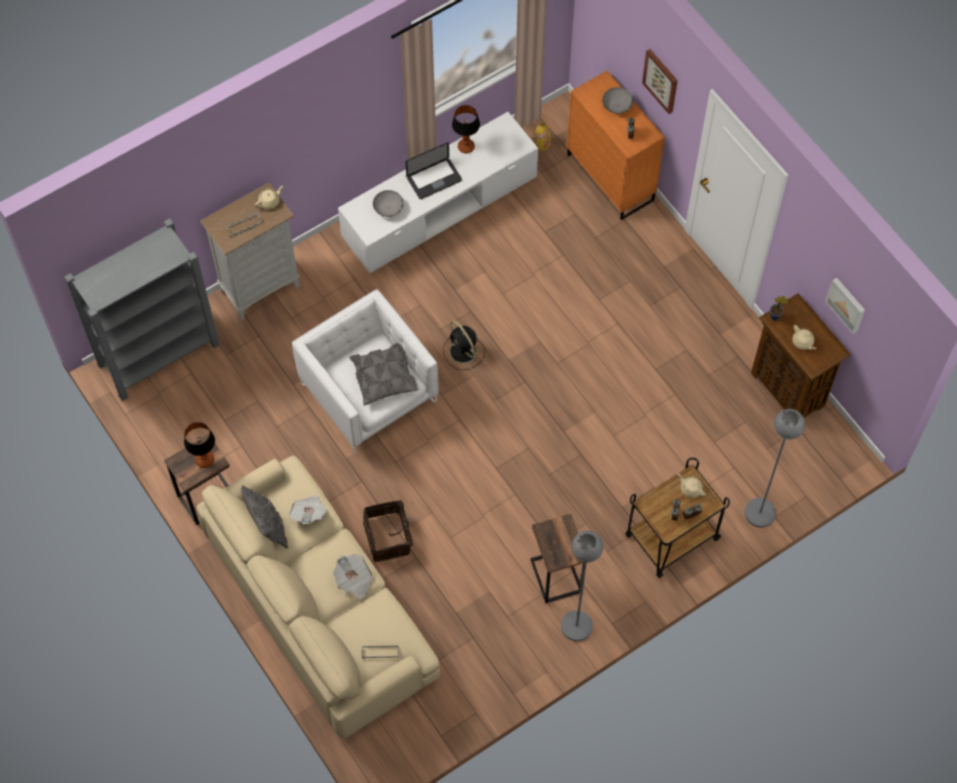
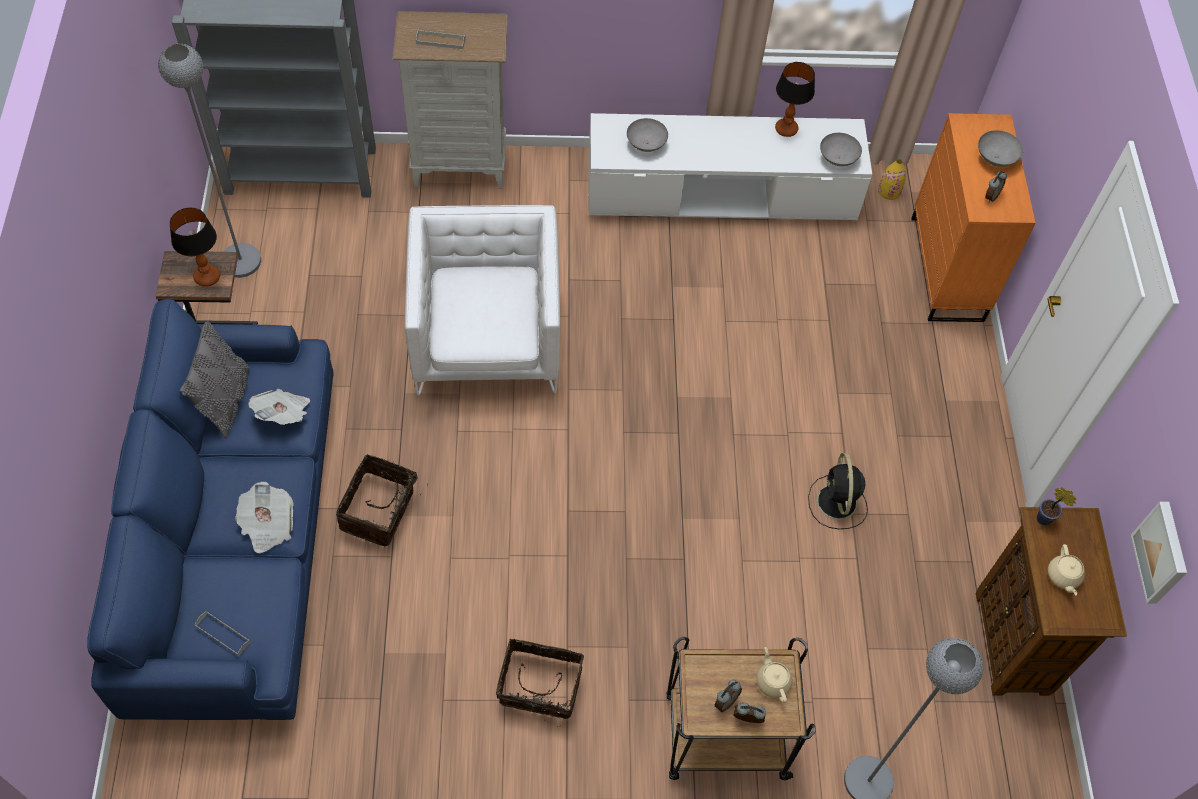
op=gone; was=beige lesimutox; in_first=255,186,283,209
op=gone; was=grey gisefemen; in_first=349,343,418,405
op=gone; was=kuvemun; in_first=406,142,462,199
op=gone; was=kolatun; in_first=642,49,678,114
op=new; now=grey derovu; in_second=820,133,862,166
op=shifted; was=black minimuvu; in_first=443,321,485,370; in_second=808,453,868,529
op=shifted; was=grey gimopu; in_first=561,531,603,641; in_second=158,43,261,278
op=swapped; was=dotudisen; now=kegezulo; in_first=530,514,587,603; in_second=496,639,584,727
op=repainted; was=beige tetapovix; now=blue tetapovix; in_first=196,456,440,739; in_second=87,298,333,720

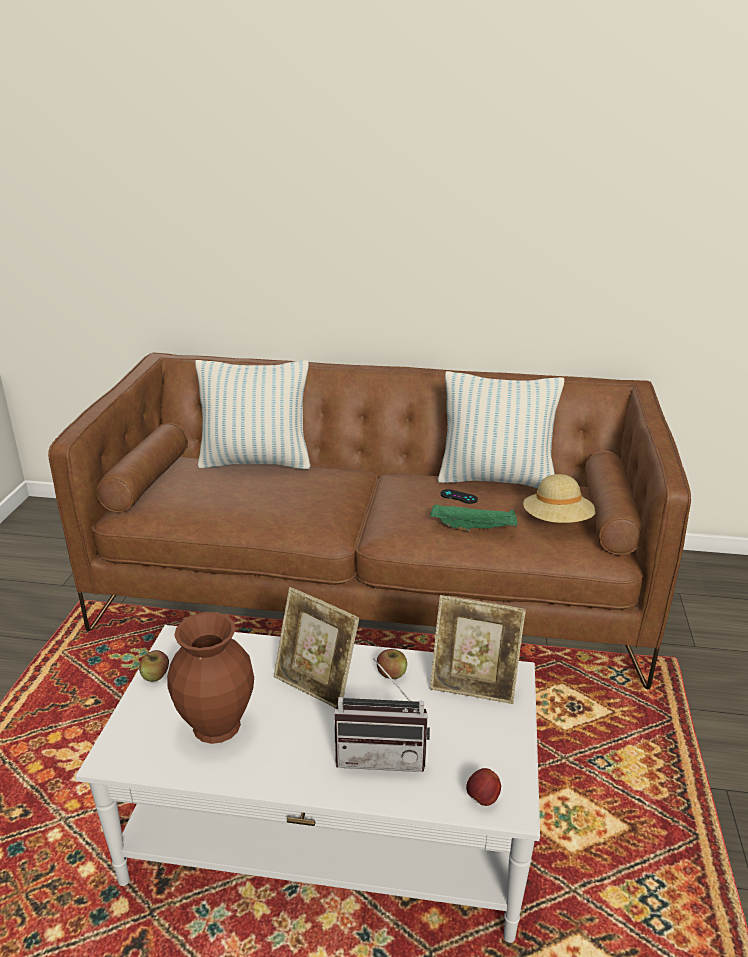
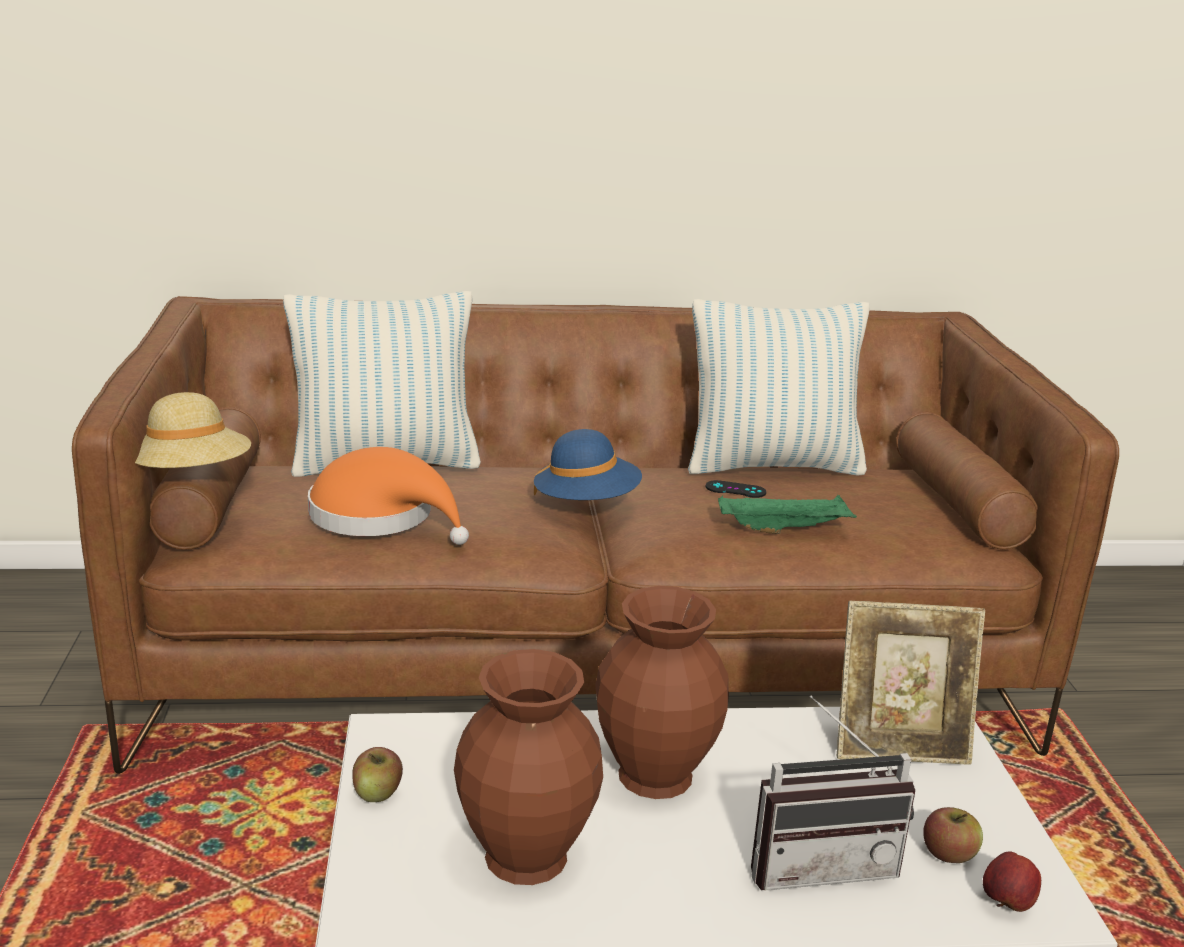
op=new; now=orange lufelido; in_second=308,447,469,545
op=new; now=blue lufelido; in_second=534,429,642,500
op=shifted; was=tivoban; in_first=377,649,407,679; in_second=923,807,983,863
op=shifted; was=beige lufelido; in_first=523,474,596,523; in_second=135,392,251,468
op=swapped; was=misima; now=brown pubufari; in_first=274,587,359,708; in_second=595,586,729,799

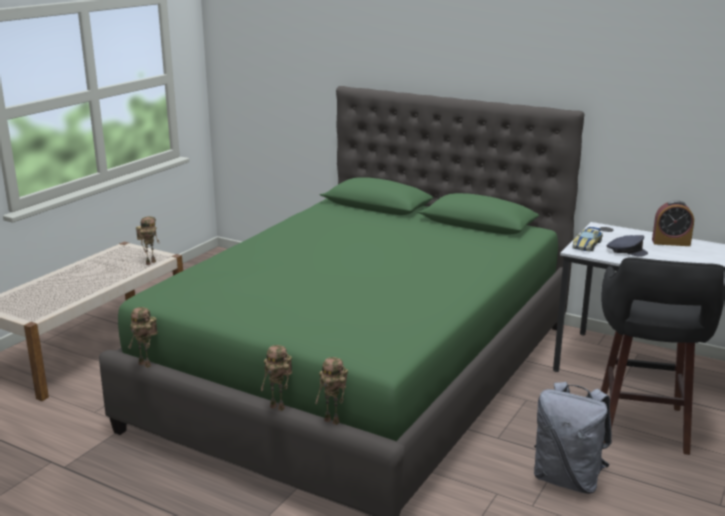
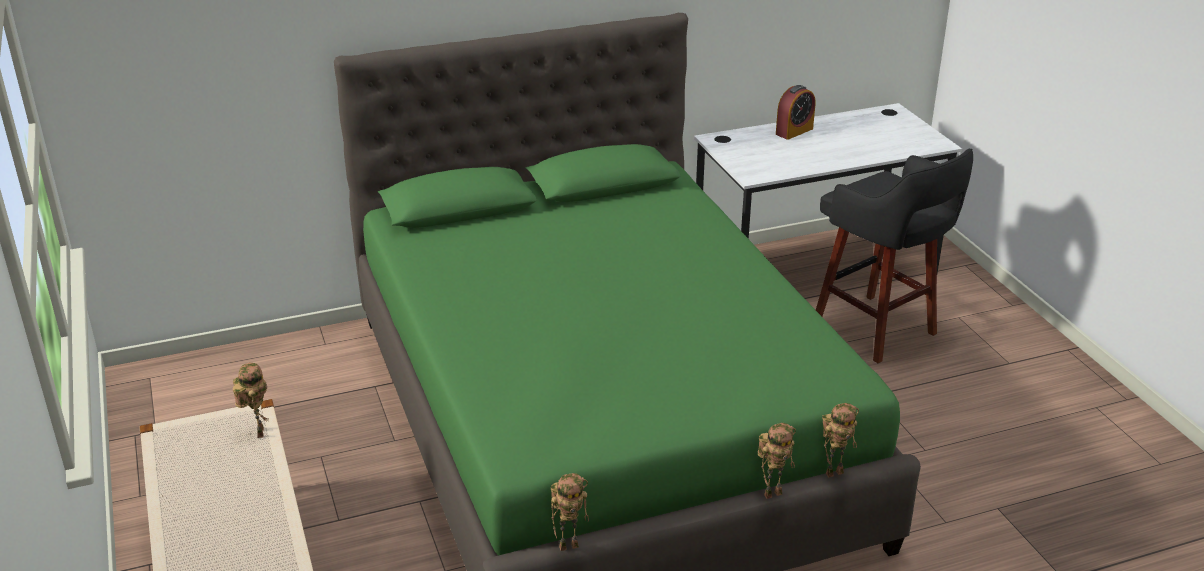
op=gone; was=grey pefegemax; in_first=534,382,612,494
op=gone; was=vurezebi; in_first=573,227,603,251
op=gone; was=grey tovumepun; in_first=607,235,648,257

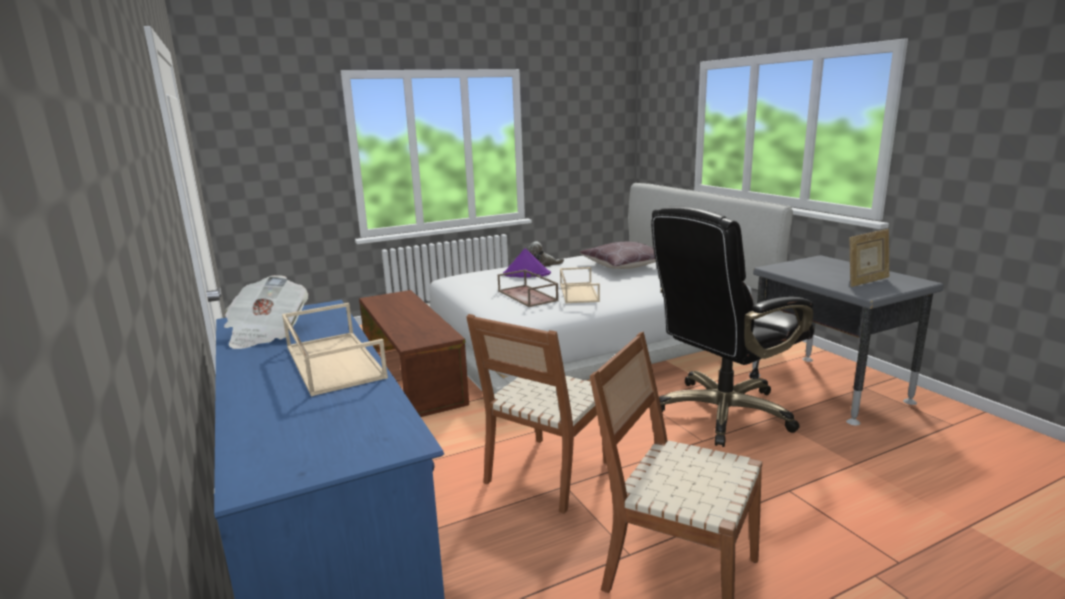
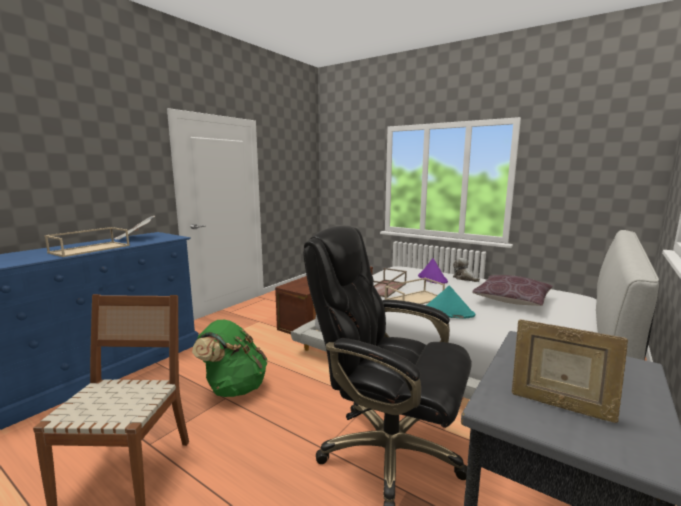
op=new; now=turquoise lufelido; in_second=426,286,475,319
op=swapped; was=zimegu; now=green pefegemax; in_first=466,314,607,514; in_second=192,319,268,397

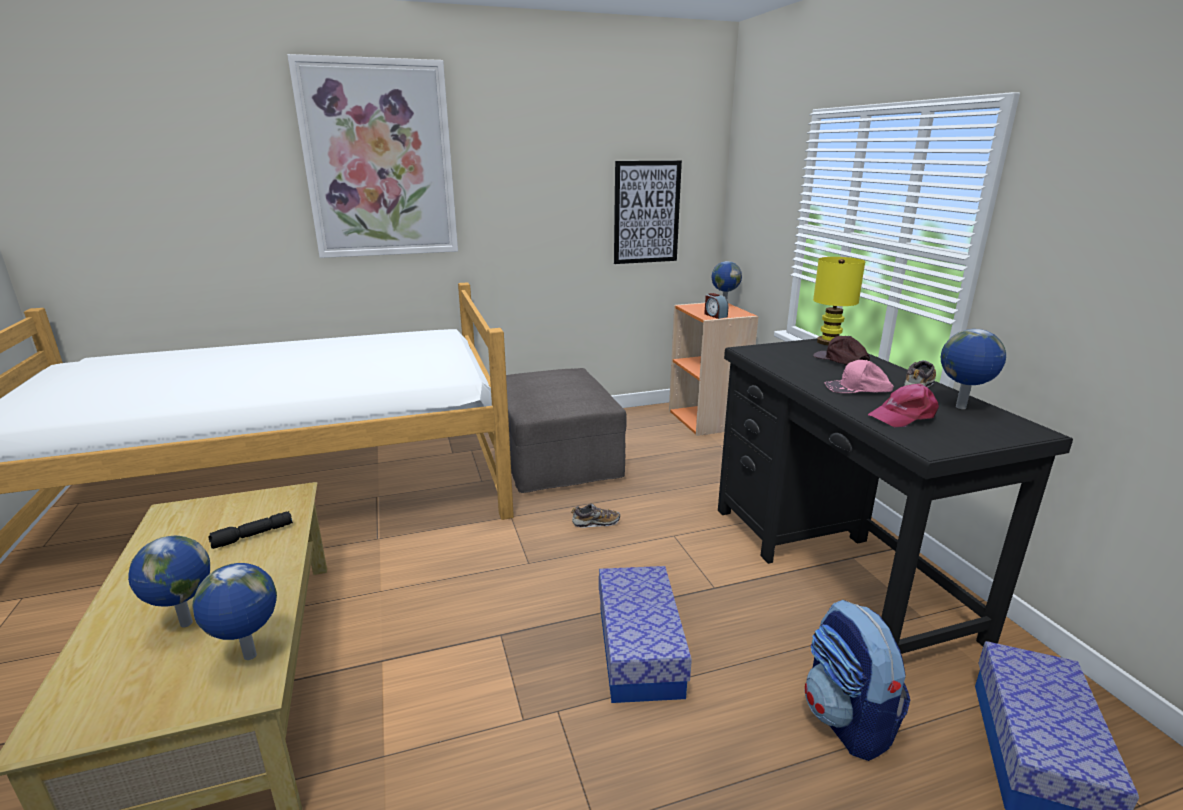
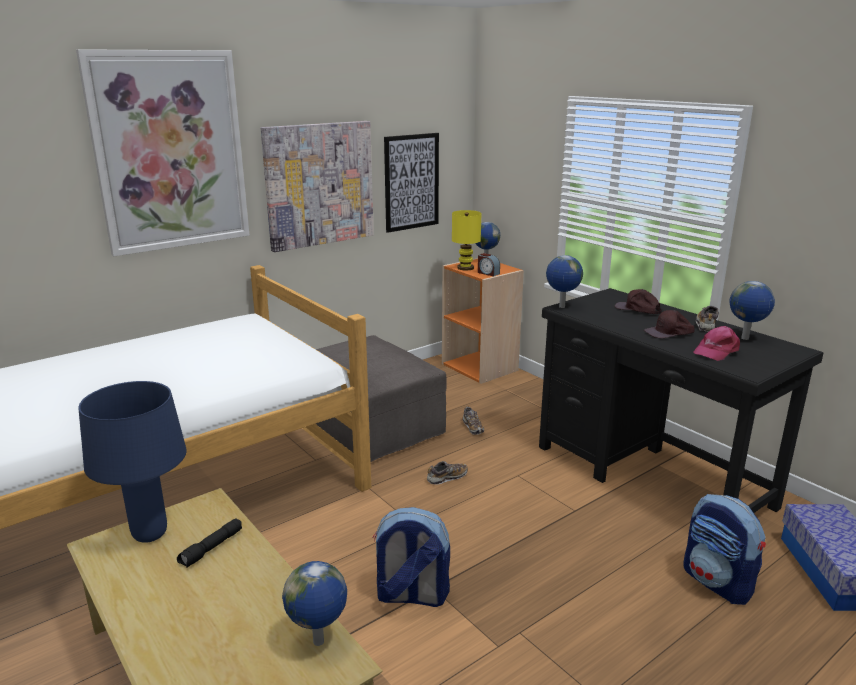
op=gone; was=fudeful; in_first=599,566,692,703
op=new; now=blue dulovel; in_second=78,381,187,543
op=new; now=kolatun; in_second=261,121,374,252
op=new; now=pefegemax; in_second=372,507,450,607
op=new; now=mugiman; in_second=463,406,484,435
op=shifted; was=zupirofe; in_first=128,536,210,628; in_second=546,255,583,308
op=shifted; was=yellow dulovel; in_first=813,257,865,345; in_second=452,210,482,271
op=repainted; was=pink tovumepun; now=brown tovumepun; in_first=825,360,894,393; in_second=644,310,695,338

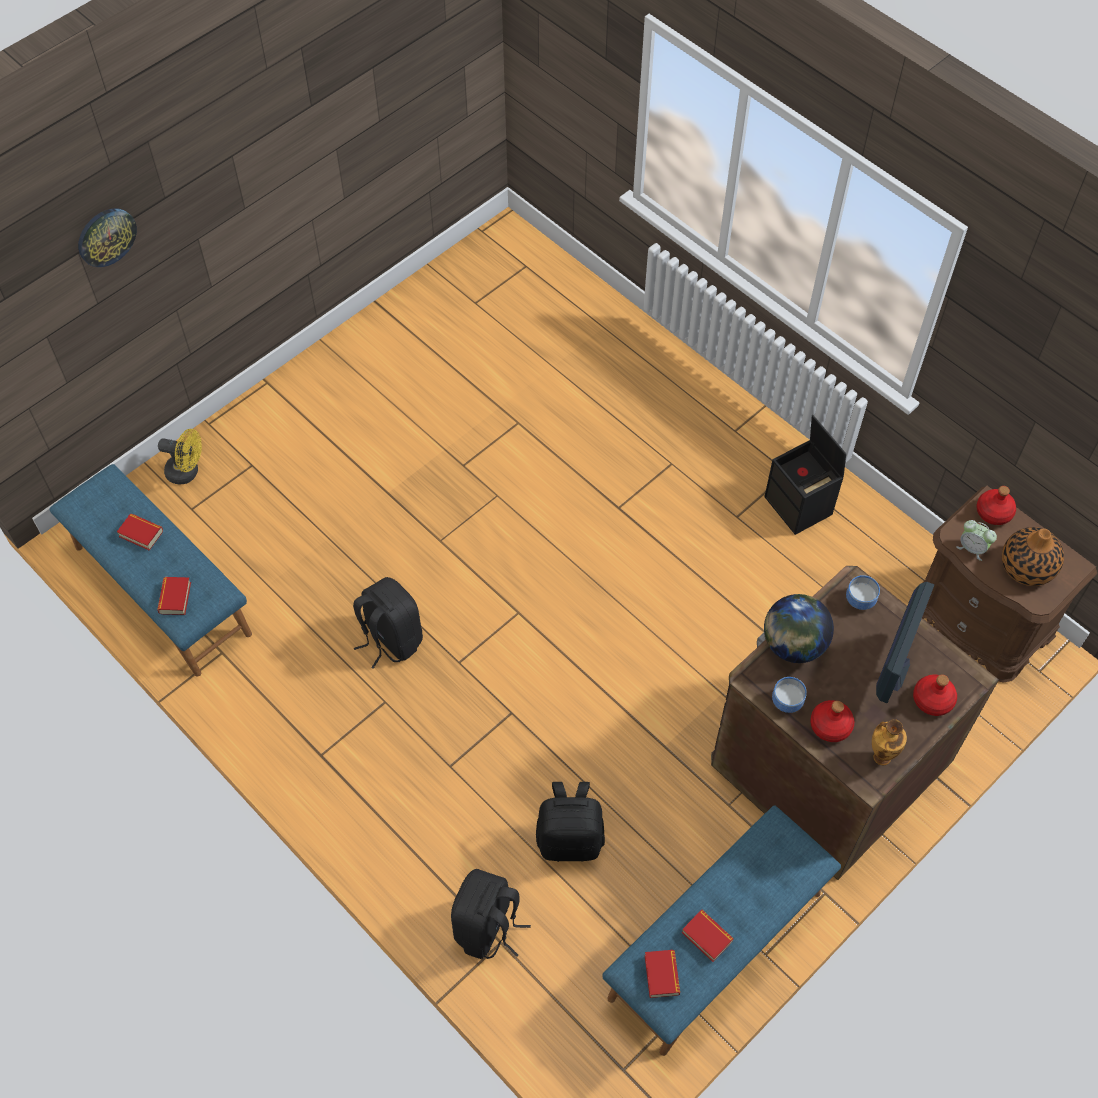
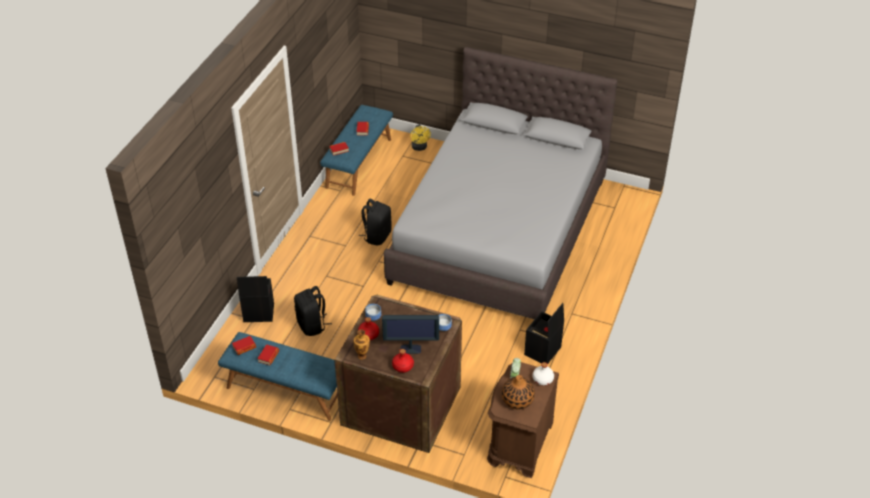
op=gone; was=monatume; in_first=78,209,137,267
op=gone; was=zupirofe; in_first=764,594,834,663
op=new; now=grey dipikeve; in_second=384,47,617,319
op=swapped; was=black pefegemax; now=black fudeful; in_first=451,869,531,959; in_second=237,276,274,322
op=repainted; was=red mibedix; now=white mibedix; in_first=976,486,1016,525; in_second=533,362,554,386

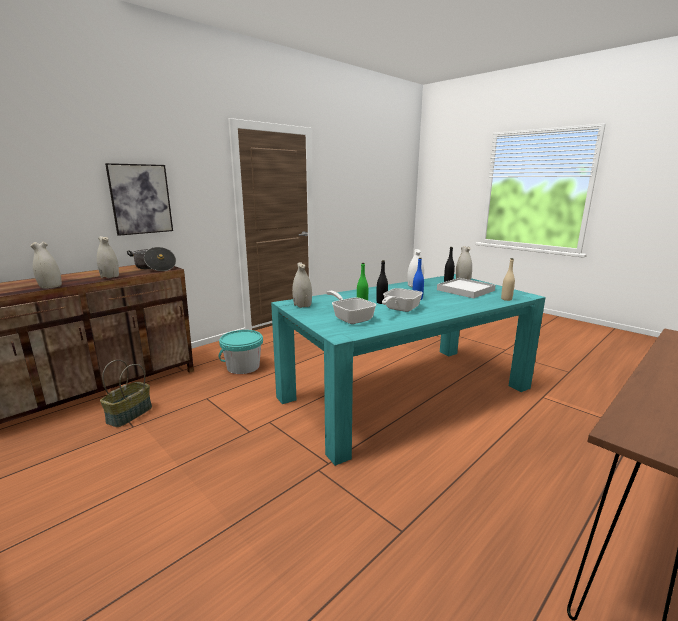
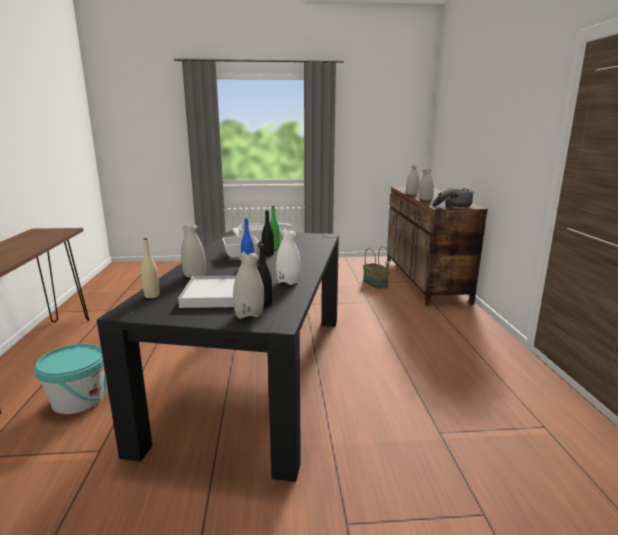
op=gone; was=kolatun; in_first=105,163,173,236
op=shifted; was=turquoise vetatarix; in_first=219,330,263,374; in_second=34,344,107,414
op=shifted; was=white pubufari; in_first=292,262,312,308; in_second=181,224,206,278
op=repainted; was=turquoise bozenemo; now=black bozenemo; in_first=271,274,546,466; in_second=97,230,339,482

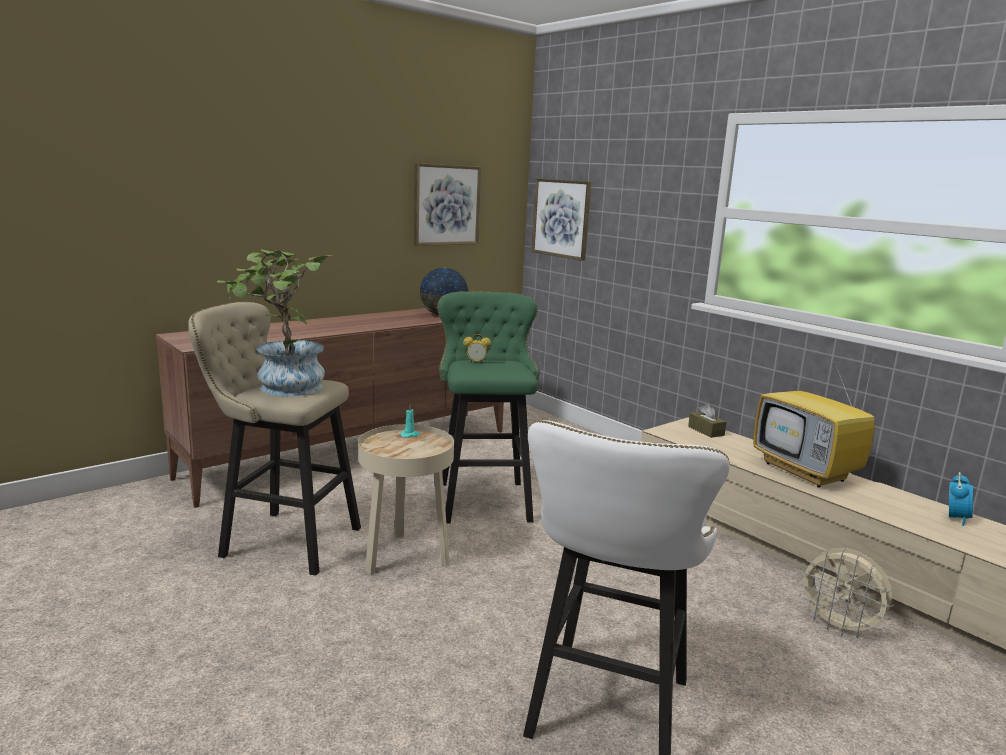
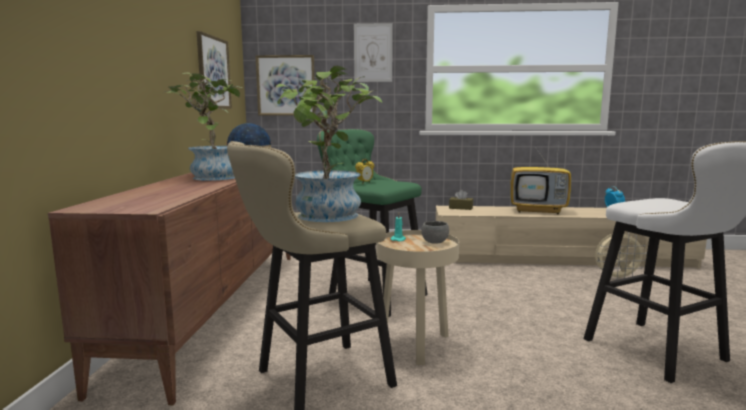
op=new; now=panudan; in_second=165,72,243,181
op=new; now=kolatun; in_second=354,23,393,82
op=new; now=grey derovu; in_second=421,221,449,244

